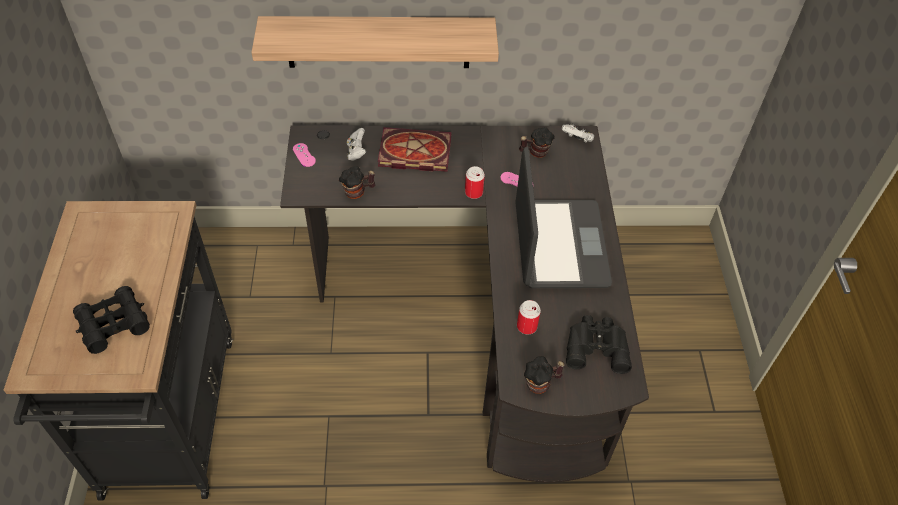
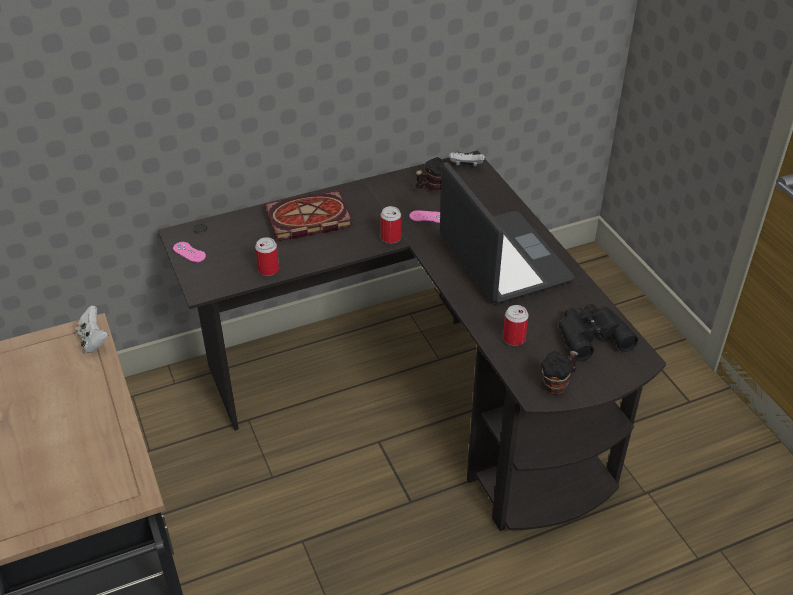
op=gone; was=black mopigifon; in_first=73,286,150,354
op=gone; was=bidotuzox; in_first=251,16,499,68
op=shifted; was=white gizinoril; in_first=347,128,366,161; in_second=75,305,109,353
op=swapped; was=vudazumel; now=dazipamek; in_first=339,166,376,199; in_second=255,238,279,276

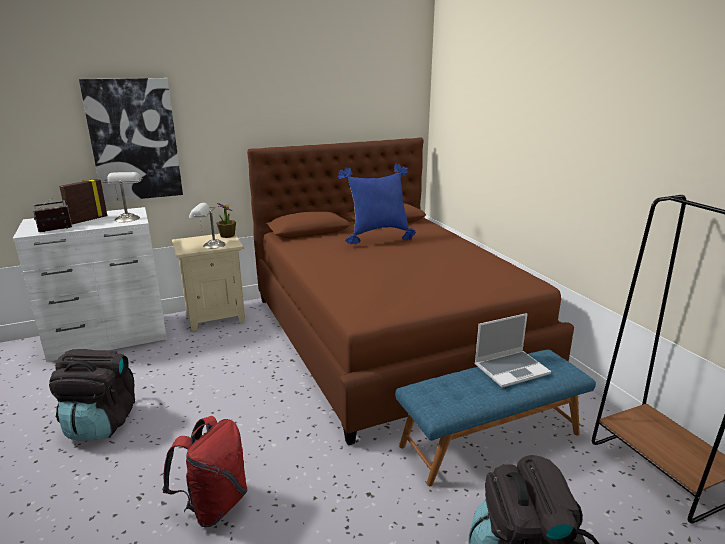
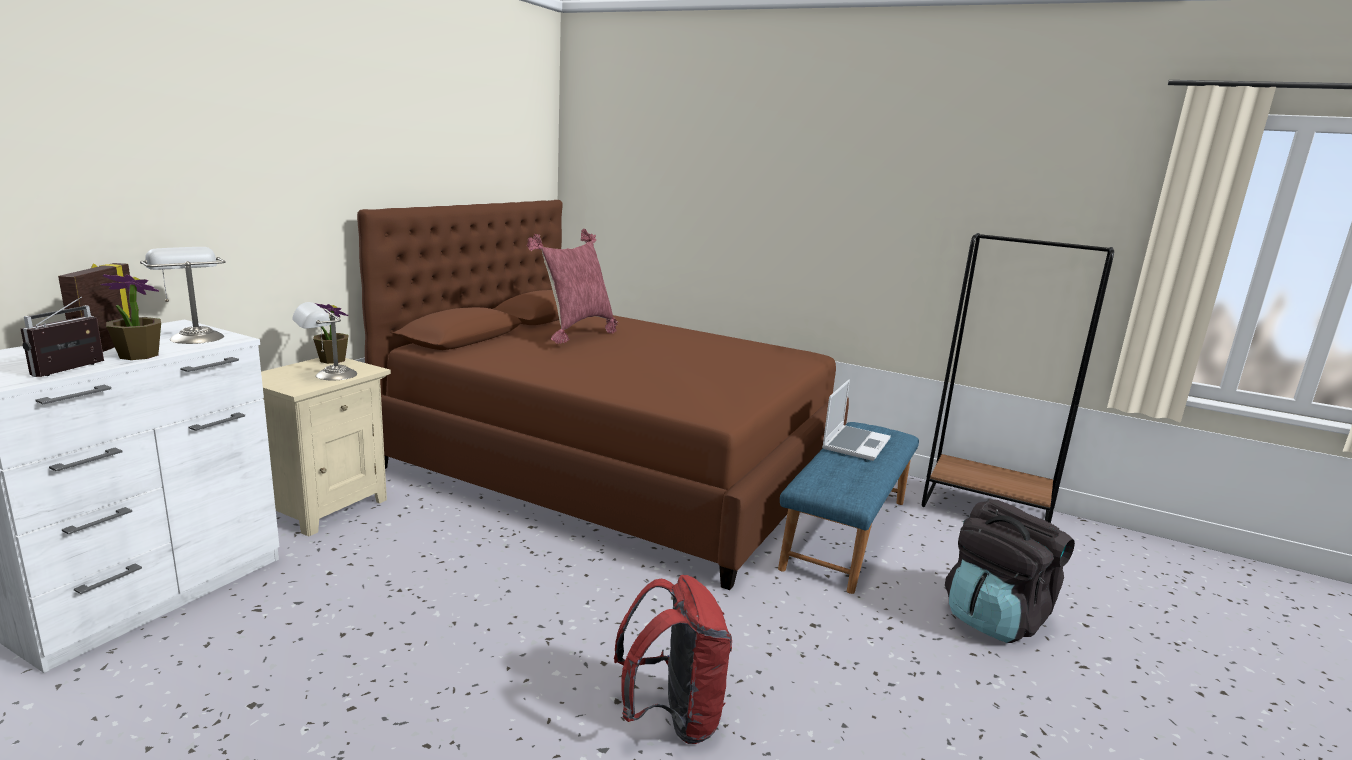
op=gone; was=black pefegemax; in_first=49,349,135,440
op=gone; was=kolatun; in_first=79,78,183,202
op=new; now=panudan; in_second=101,274,161,360
op=repainted; was=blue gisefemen; now=red gisefemen; in_first=338,163,416,244; in_second=527,228,617,344

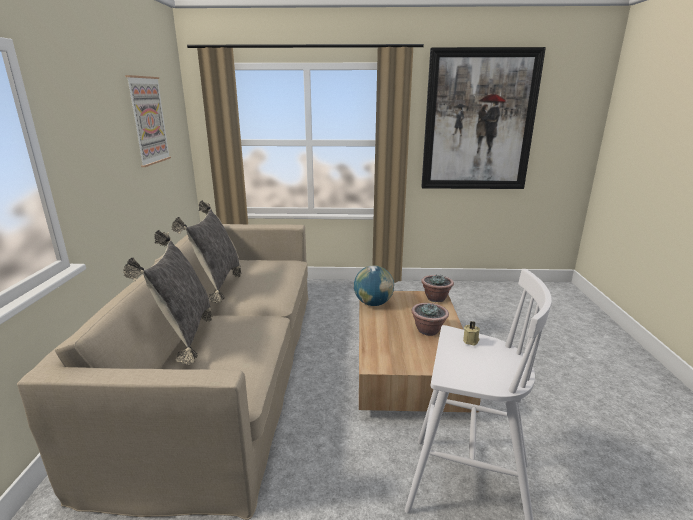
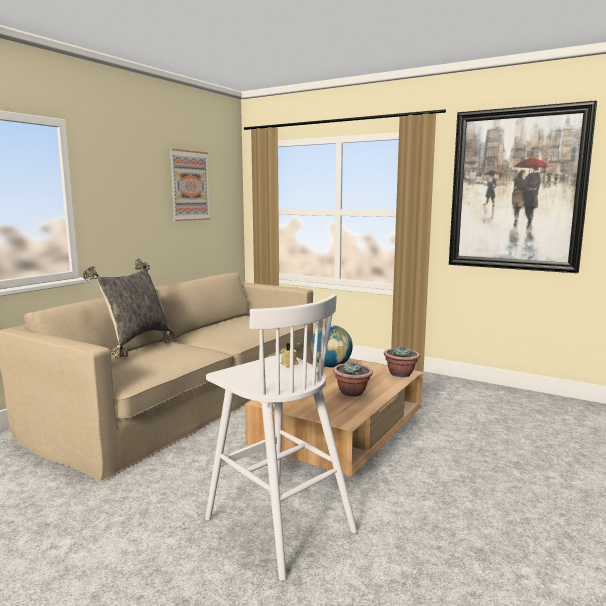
op=gone; was=gisefemen; in_first=171,200,242,303

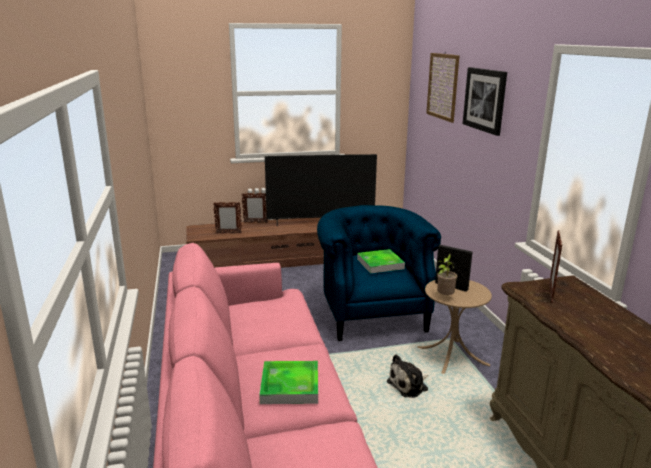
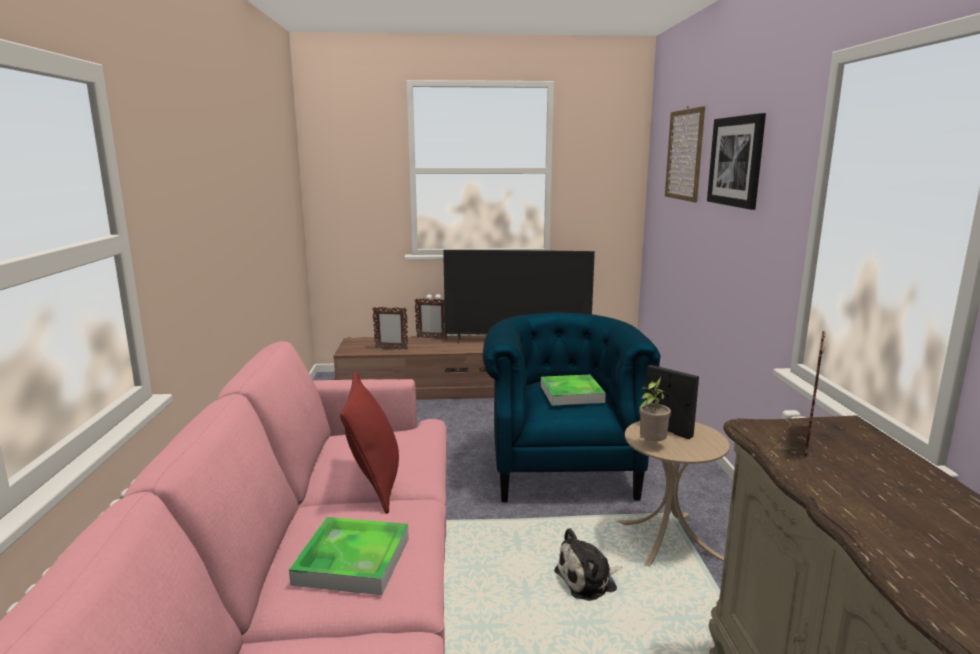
op=new; now=red gisefemen; in_second=340,371,399,514

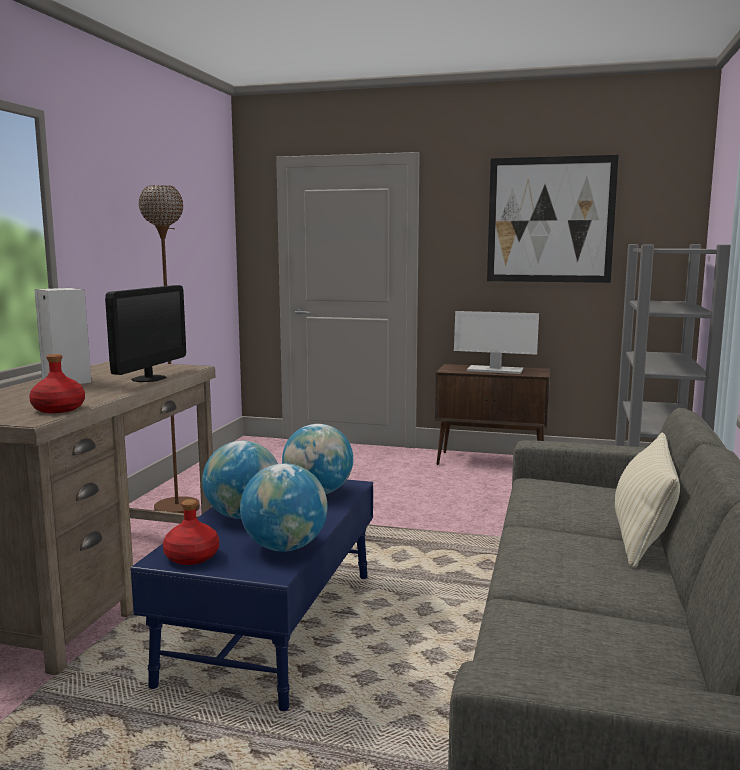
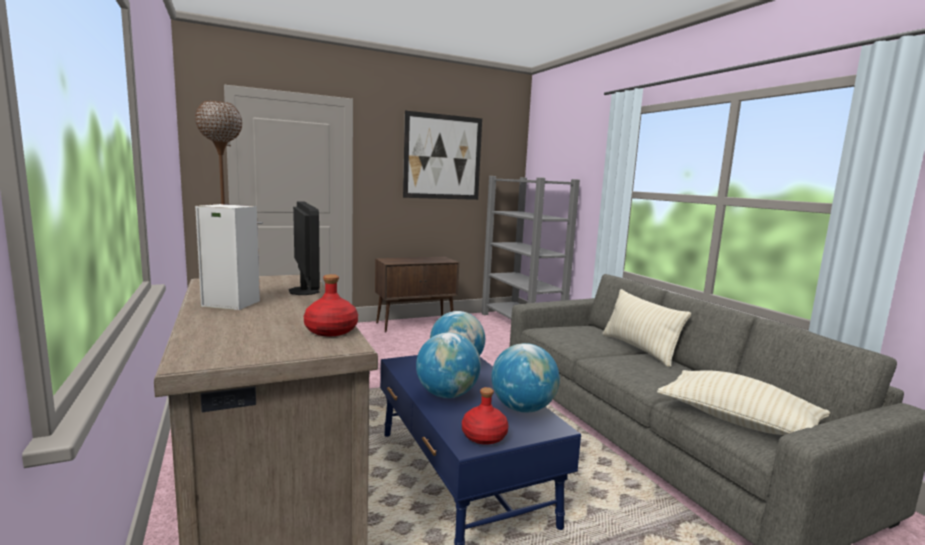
op=gone; was=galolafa; in_first=454,311,539,374
op=new; now=beige gisefemen; in_second=657,370,830,435

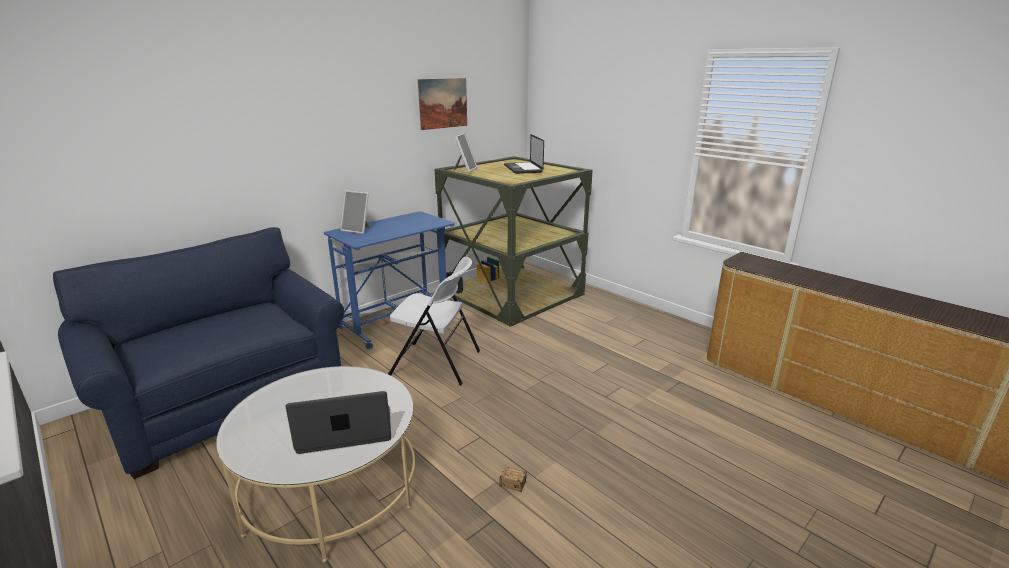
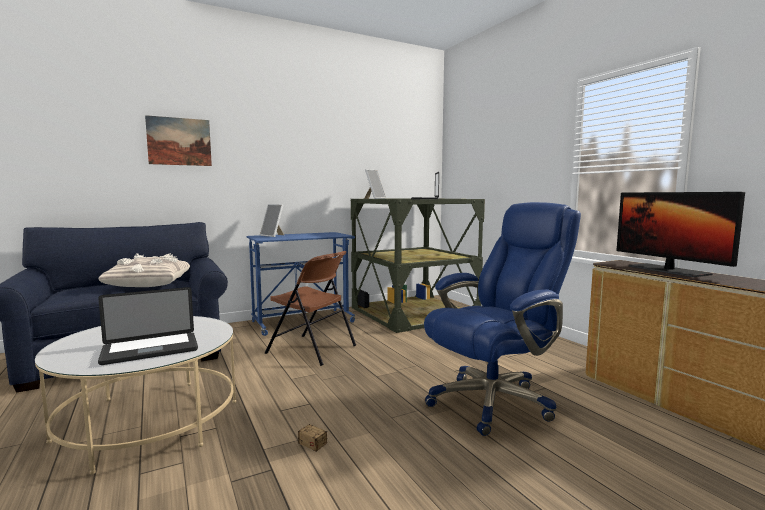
op=new; now=beige gisefemen; in_second=99,253,190,287
op=new; now=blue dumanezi; in_second=424,202,581,436
op=new; now=galolafa; in_second=616,192,745,277
op=shifted; was=kolatun; in_first=418,78,467,130; in_second=145,115,212,166
op=repainted; was=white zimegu; now=brown zimegu; in_first=388,257,480,386; in_second=265,251,356,366
op=rotated; was=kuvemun; in_first=285,391,391,454; in_second=98,287,198,365; clockwise=150

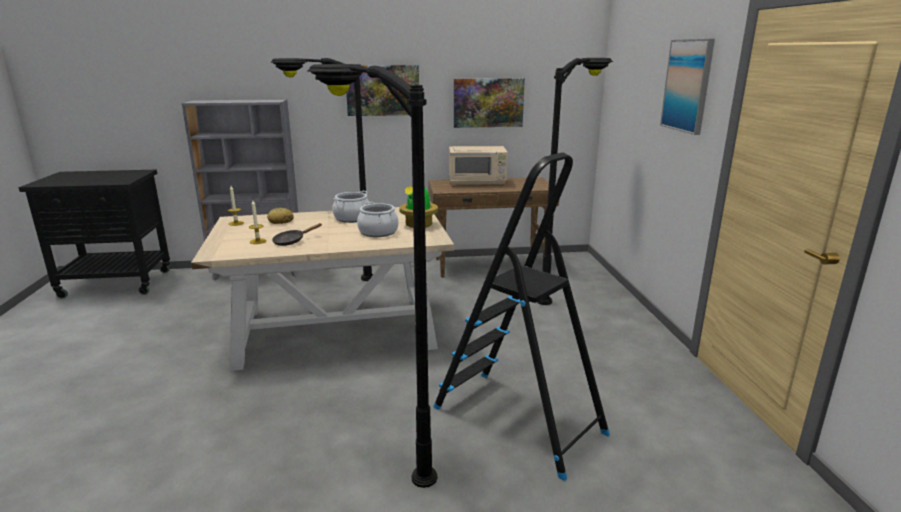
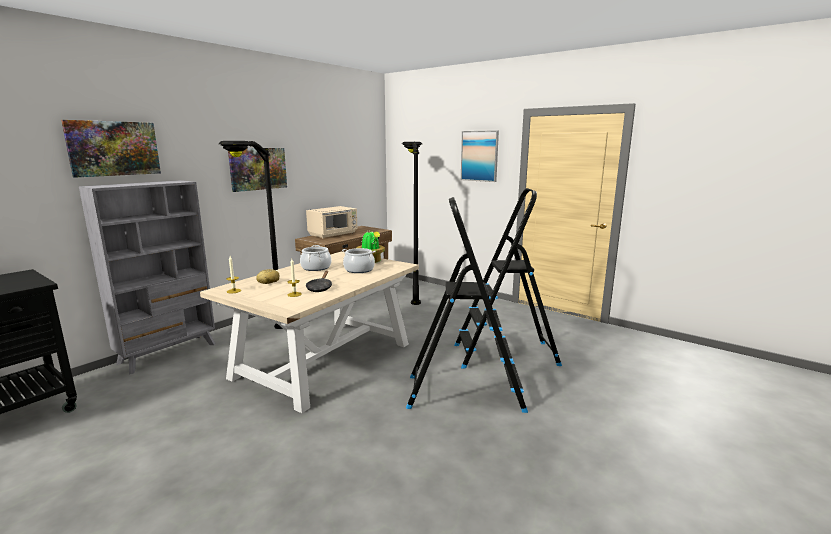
op=shifted; was=kolatun; in_first=454,78,525,128; in_second=61,120,161,178
op=swapped; was=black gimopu; now=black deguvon; in_first=307,64,437,488; in_second=406,197,528,413

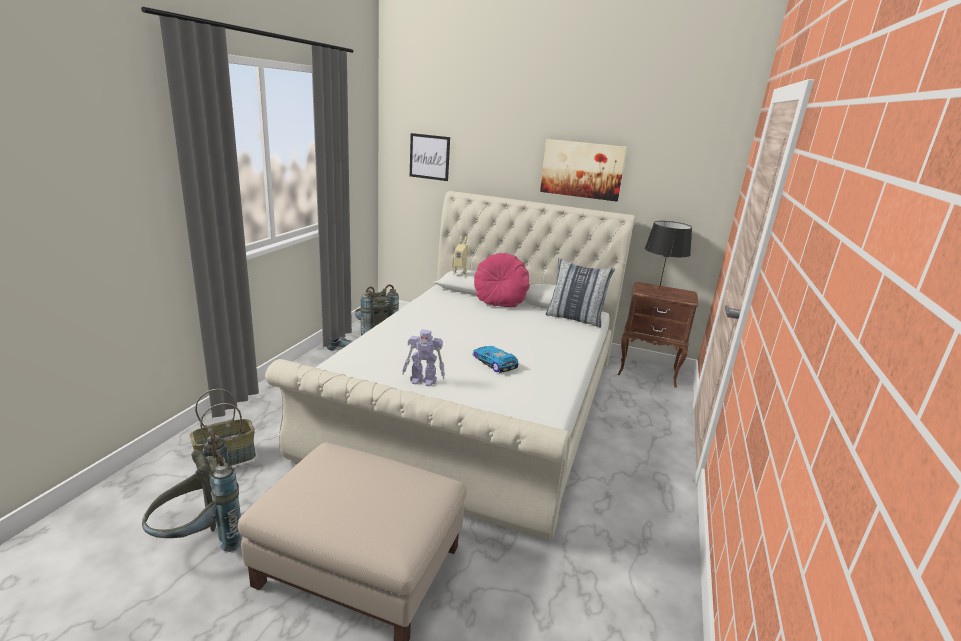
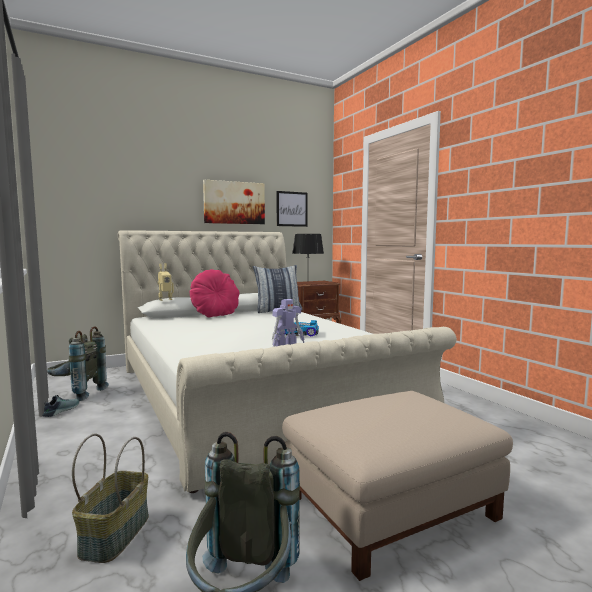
op=shifted; was=kolatun; in_first=410,133,450,181; in_second=277,191,308,227

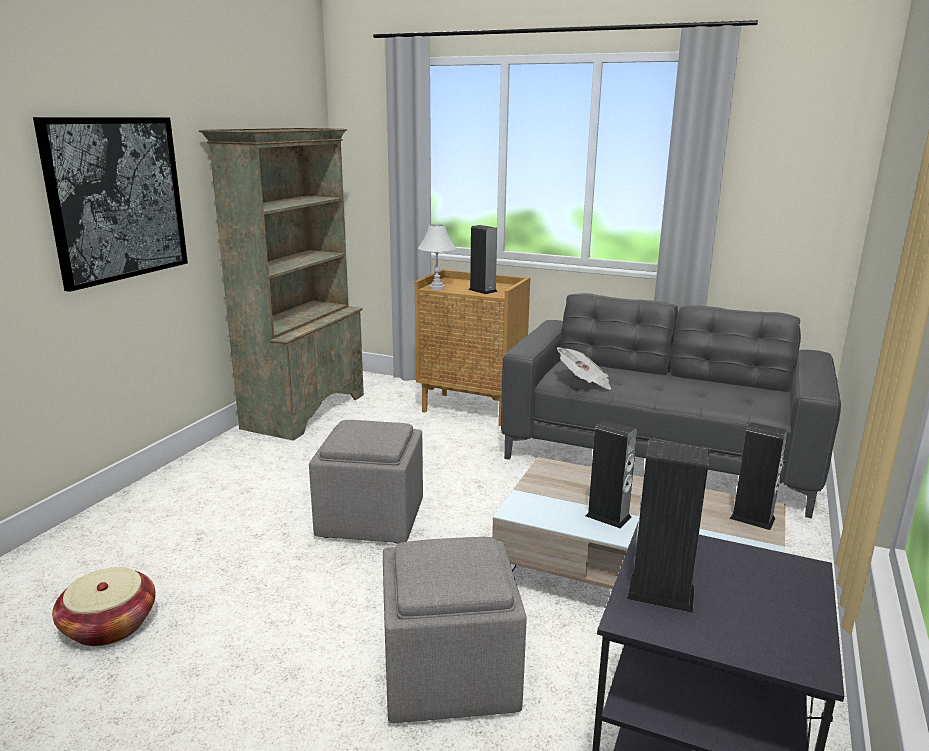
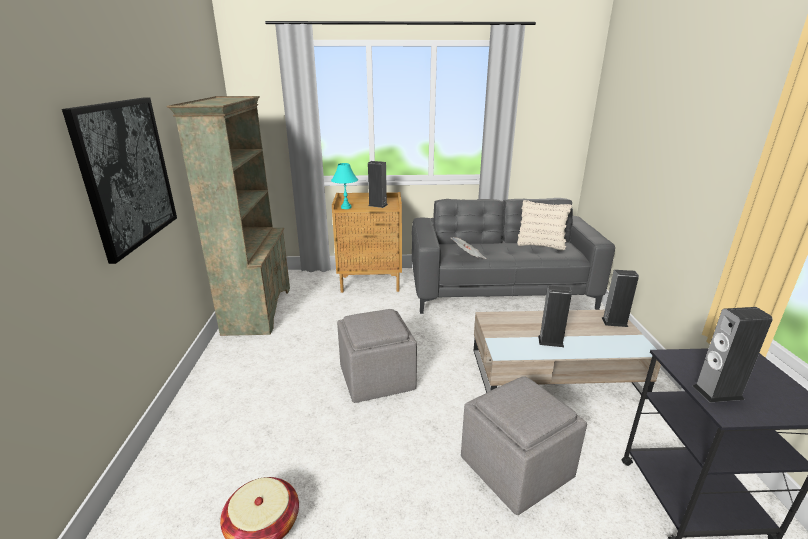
op=new; now=beige gisefemen; in_second=517,200,572,250
op=repainted; was=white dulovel; now=turquoise dulovel; in_first=418,224,456,290; in_second=331,163,358,209

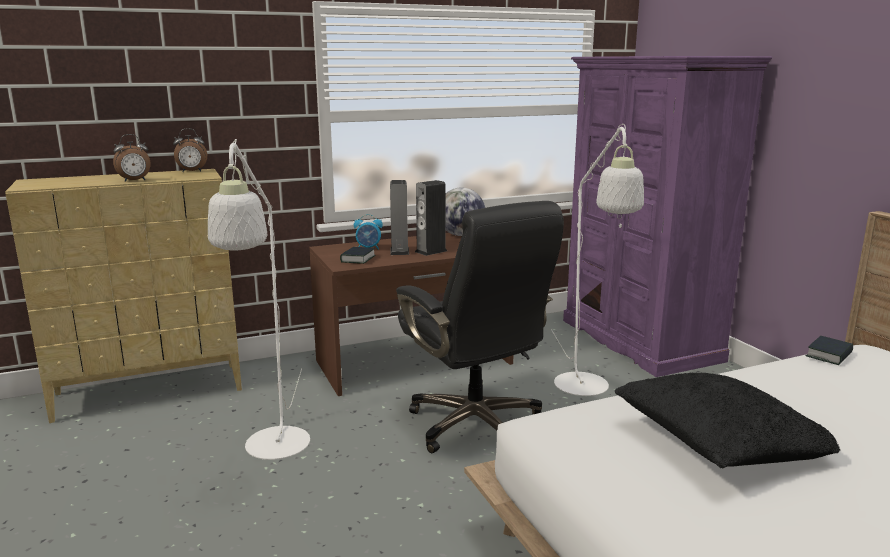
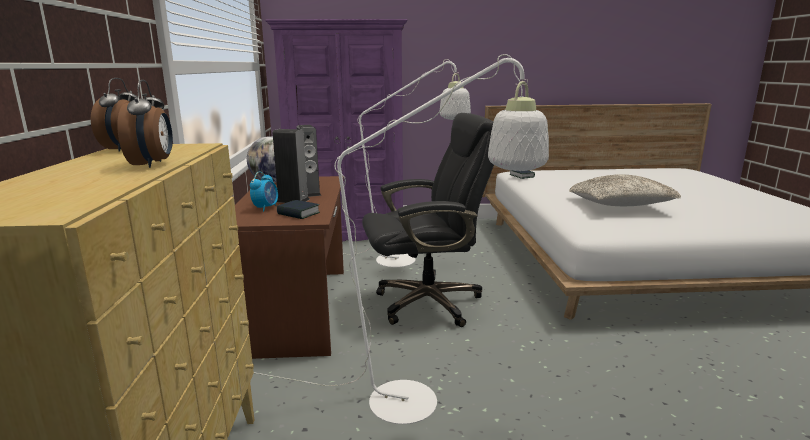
op=repainted; was=black gisefemen; now=beige gisefemen; in_first=614,372,841,469; in_second=569,174,681,206

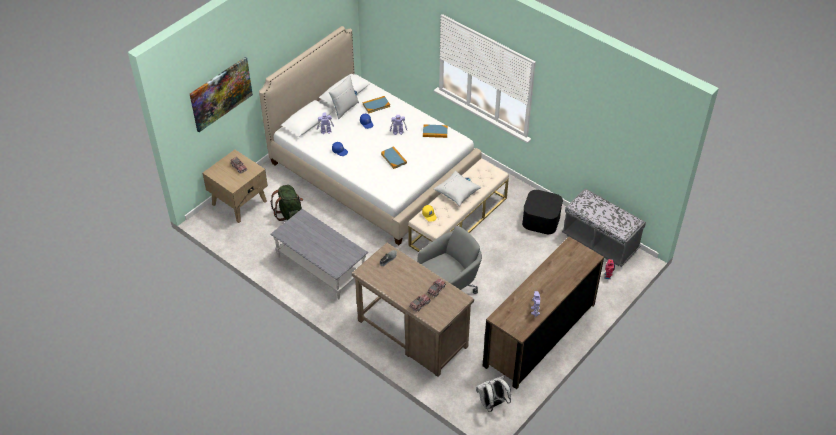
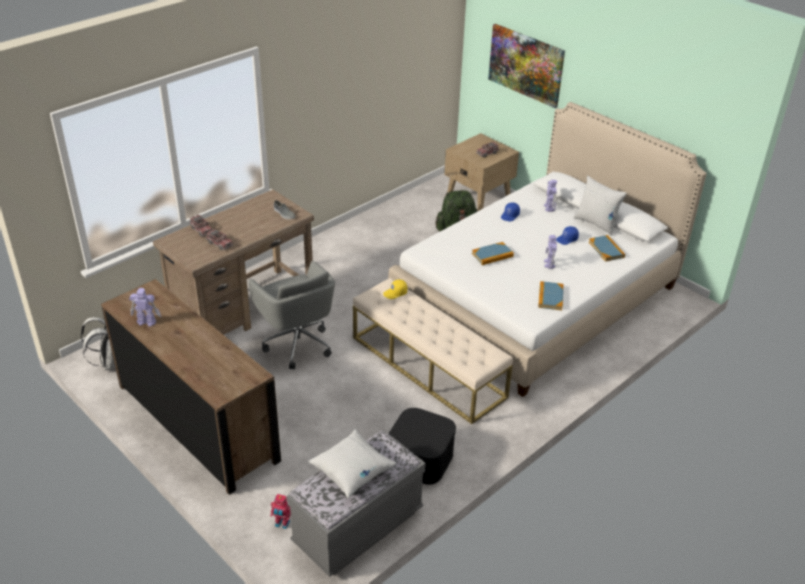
op=gone; was=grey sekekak; in_first=270,209,368,299
op=shifted; was=grey gisefemen; in_first=434,170,482,206; in_second=308,429,396,499

